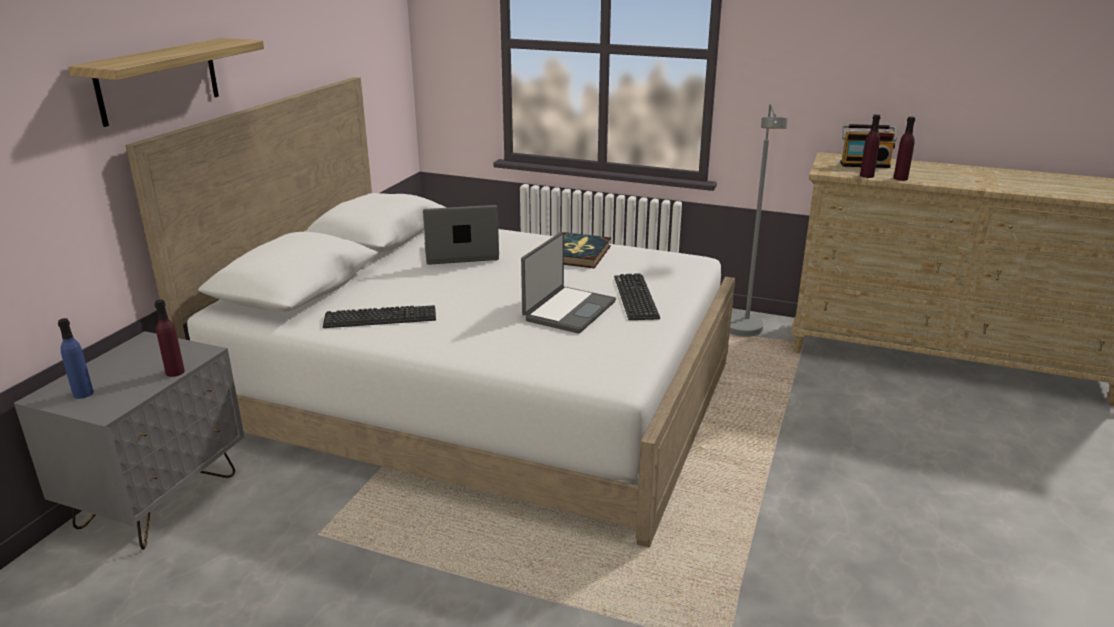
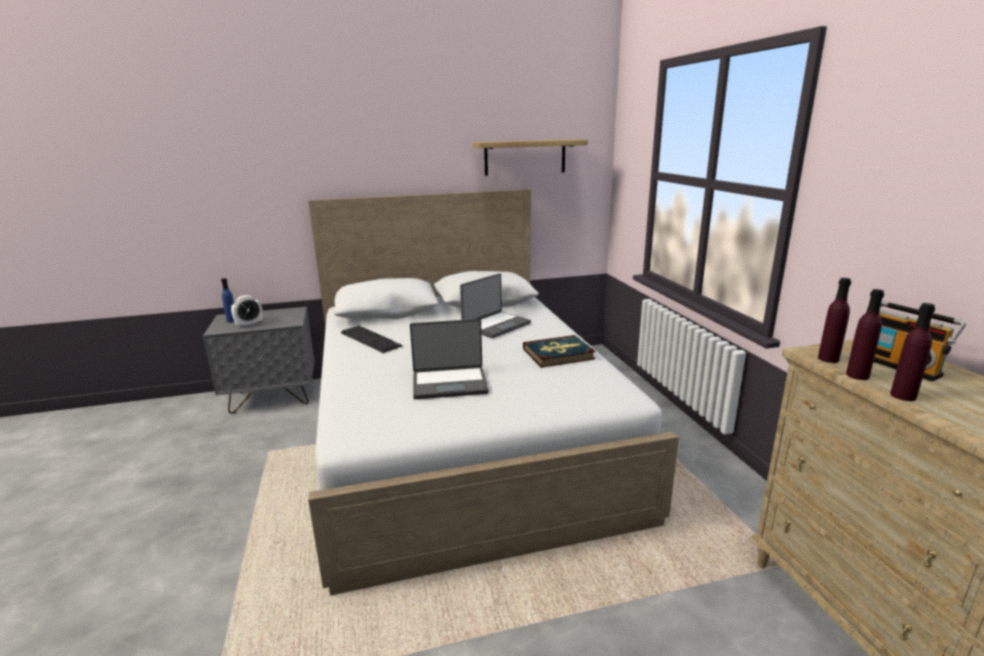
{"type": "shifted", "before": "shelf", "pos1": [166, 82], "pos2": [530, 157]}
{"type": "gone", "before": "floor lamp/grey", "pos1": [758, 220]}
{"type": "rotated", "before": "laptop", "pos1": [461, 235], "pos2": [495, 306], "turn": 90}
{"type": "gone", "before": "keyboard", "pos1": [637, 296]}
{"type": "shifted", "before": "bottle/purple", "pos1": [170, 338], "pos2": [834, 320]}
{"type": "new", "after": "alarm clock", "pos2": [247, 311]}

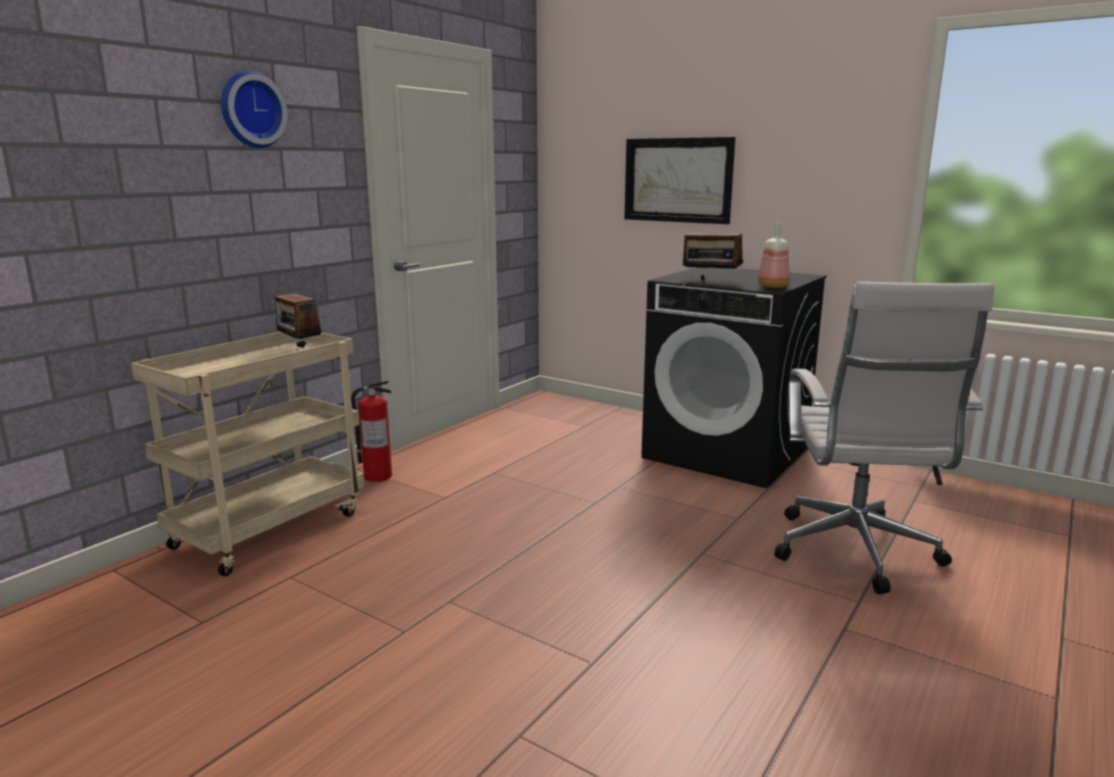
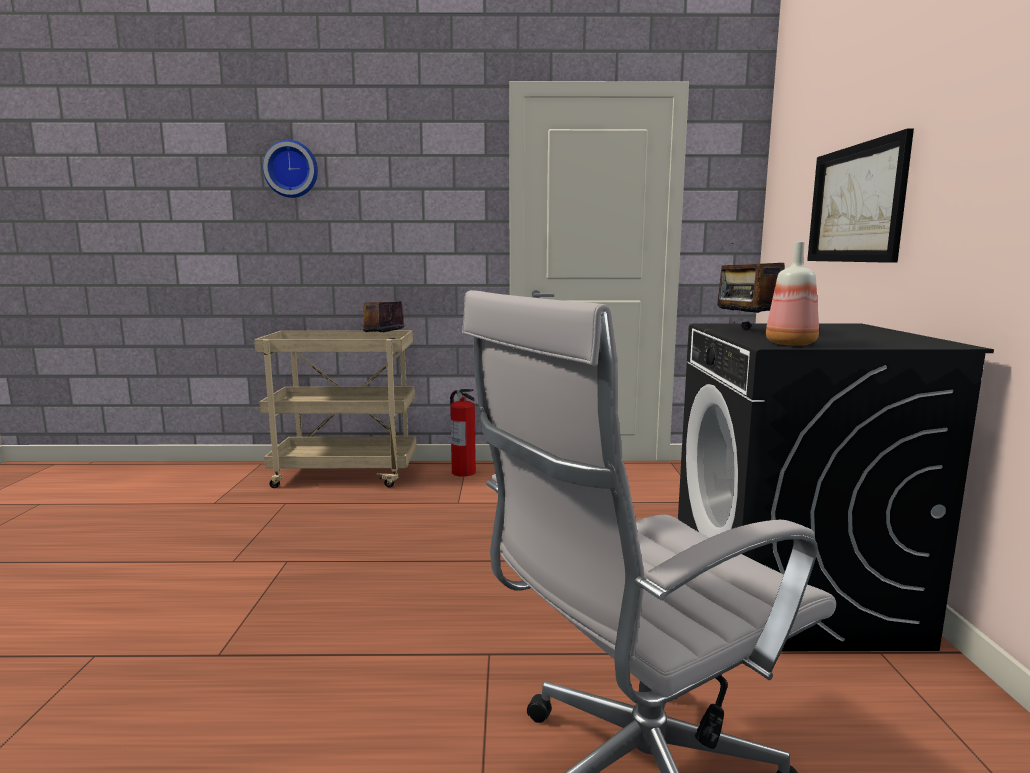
{"type": "shifted", "before": "wall clock", "pos1": [254, 109], "pos2": [290, 169]}

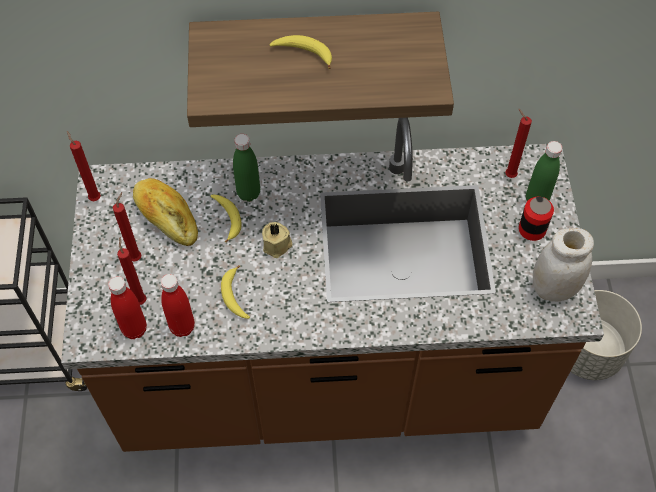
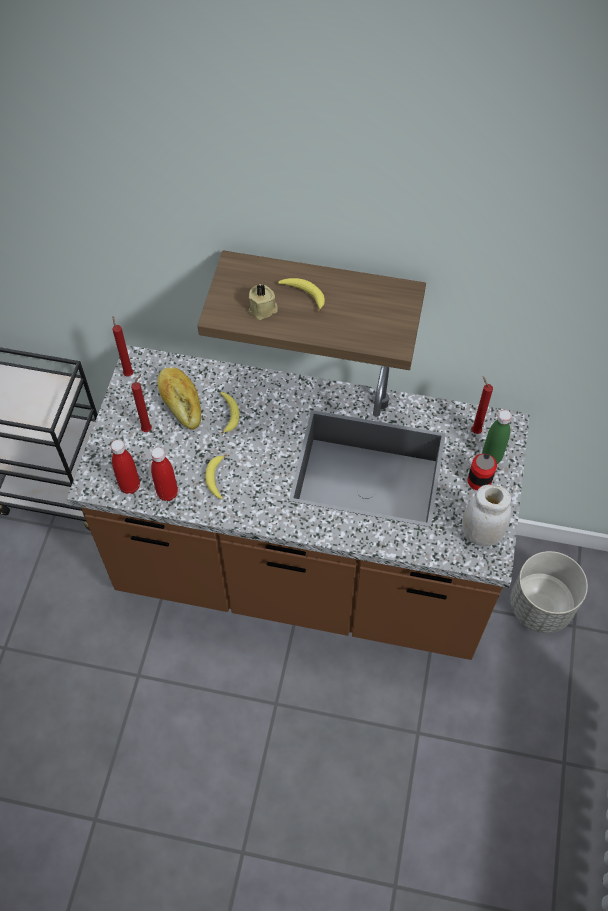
{"type": "gone", "before": "bottle/green", "pos1": [246, 168]}
{"type": "shifted", "before": "candle/beige", "pos1": [277, 240], "pos2": [263, 302]}
{"type": "gone", "before": "candle/red", "pos1": [132, 271]}

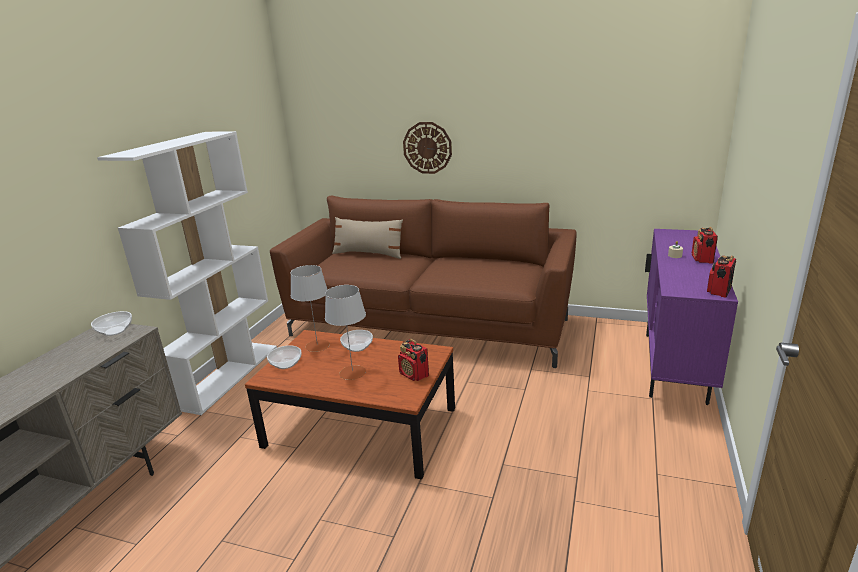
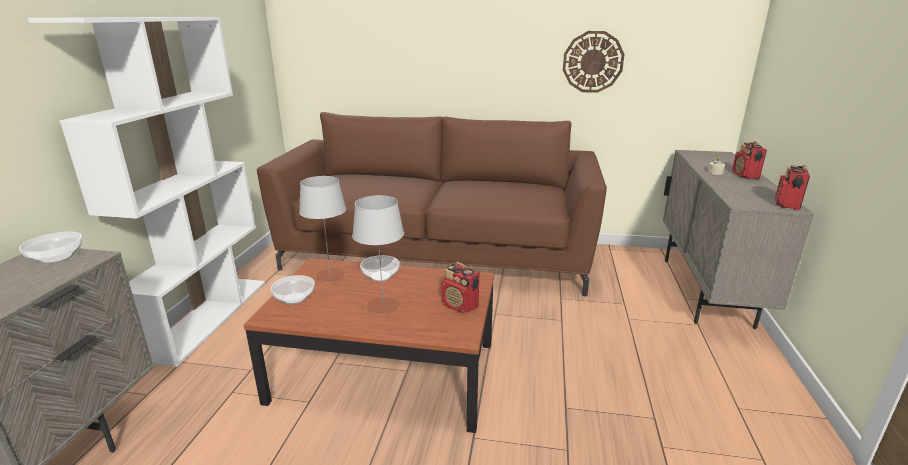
{"type": "shifted", "before": "wall clock", "pos1": [427, 148], "pos2": [594, 62]}
{"type": "gone", "before": "pillow/beige", "pos1": [367, 238]}
{"type": "repainted", "before": "cabinet/purple", "after": "cabinet/beige", "pos1": [691, 317], "pos2": [738, 239]}

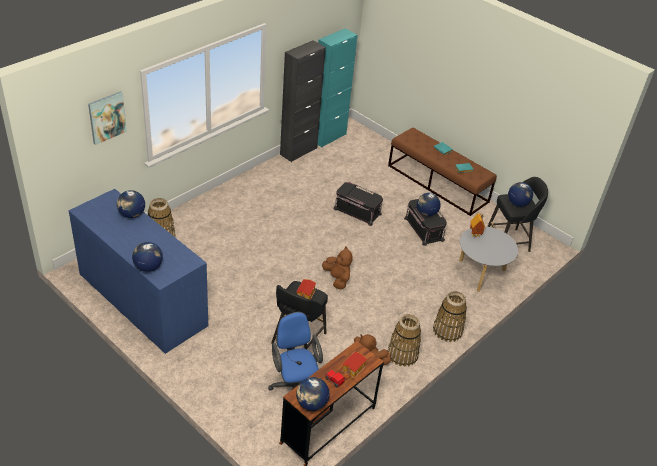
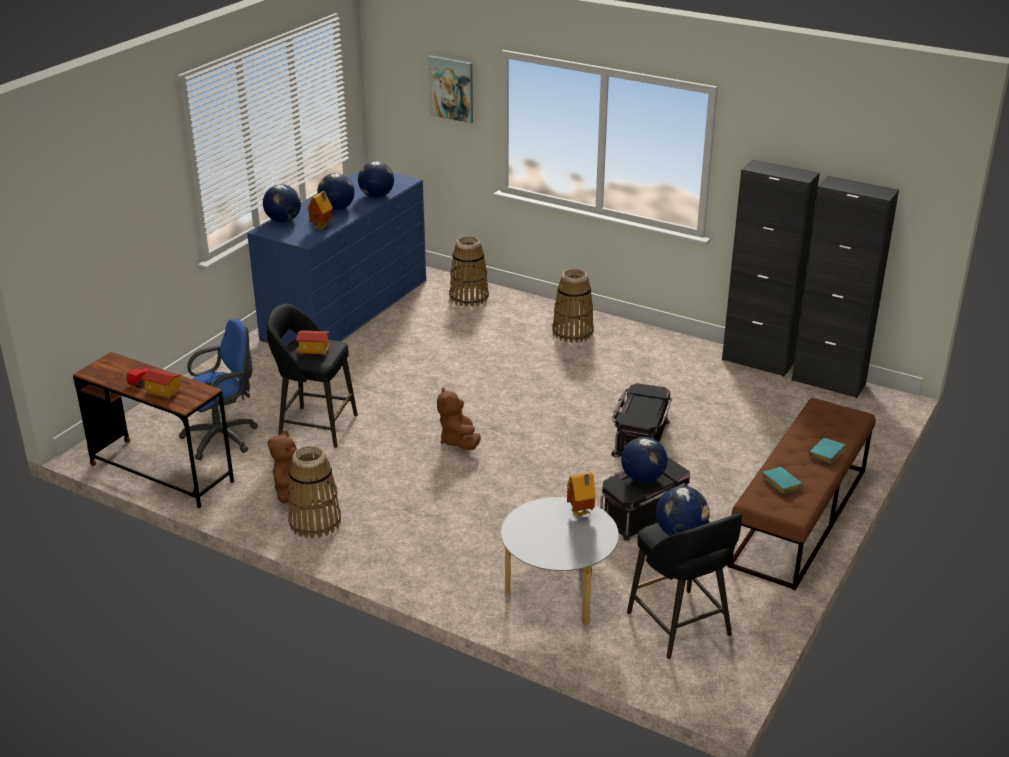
{"type": "repainted", "before": "cabinet/turquoise", "after": "cabinet/black", "pos1": [337, 88], "pos2": [845, 287]}
{"type": "rotated", "before": "plush toy/brown", "pos1": [337, 268], "pos2": [459, 418], "turn": 120}
{"type": "shifted", "before": "basket", "pos1": [450, 316], "pos2": [573, 306]}
{"type": "shifted", "before": "globe", "pos1": [313, 394], "pos2": [336, 192]}
{"type": "new", "after": "toy house", "pos2": [320, 210]}

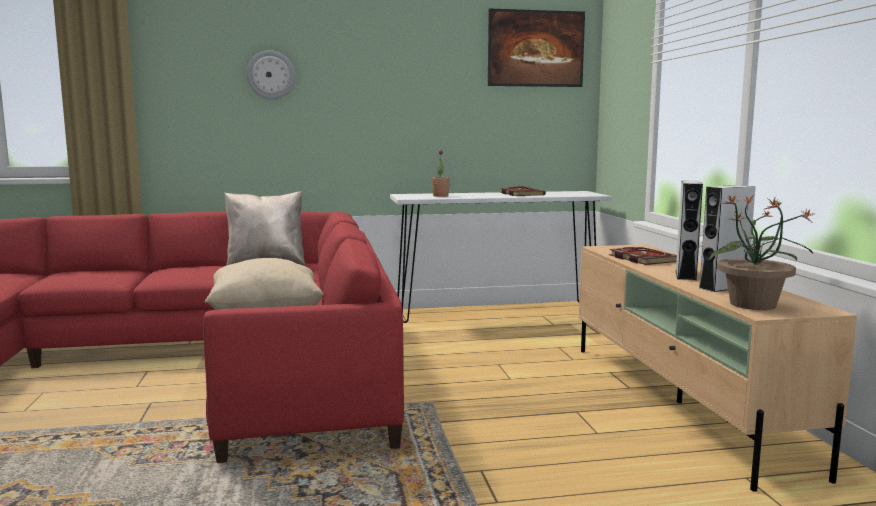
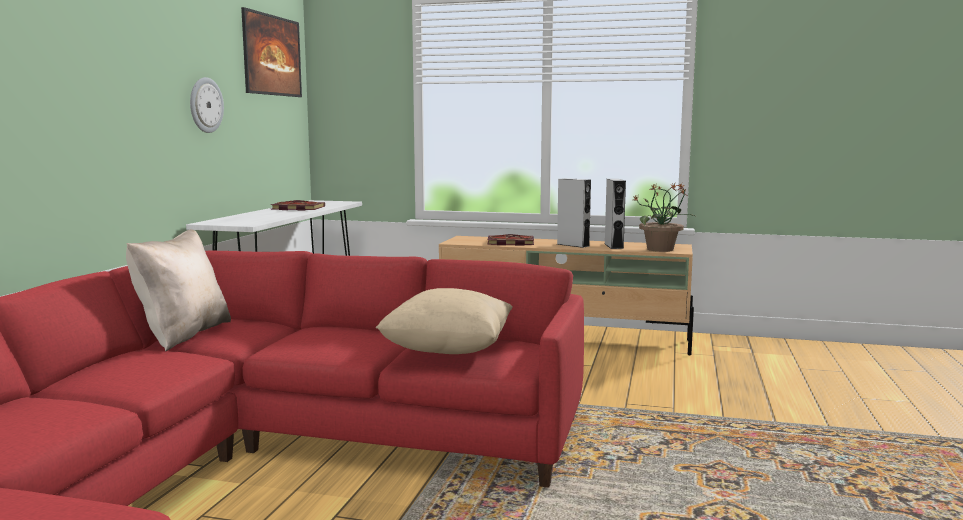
{"type": "shifted", "before": "wall clock", "pos1": [271, 75], "pos2": [207, 105]}
{"type": "gone", "before": "potted plant", "pos1": [441, 173]}

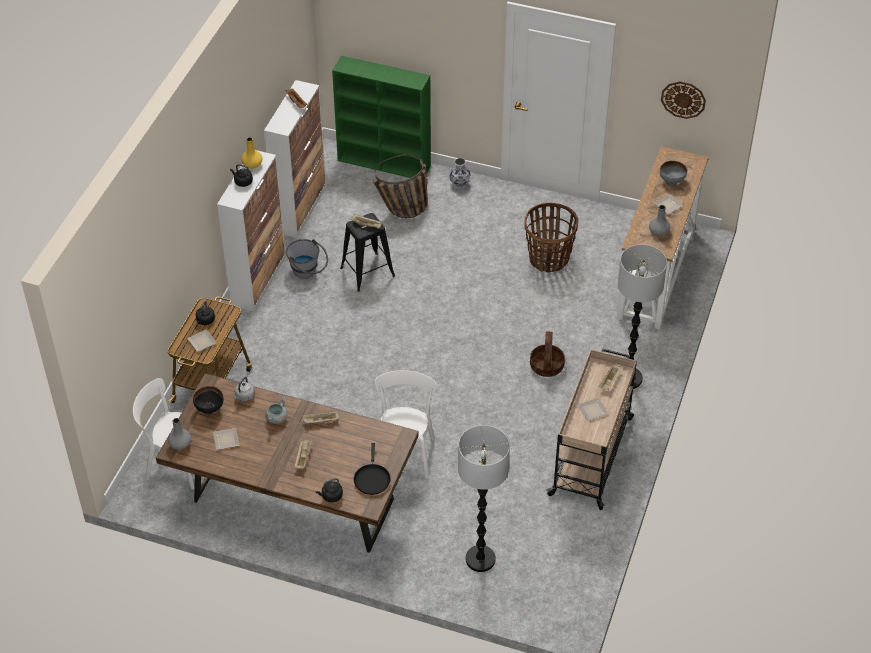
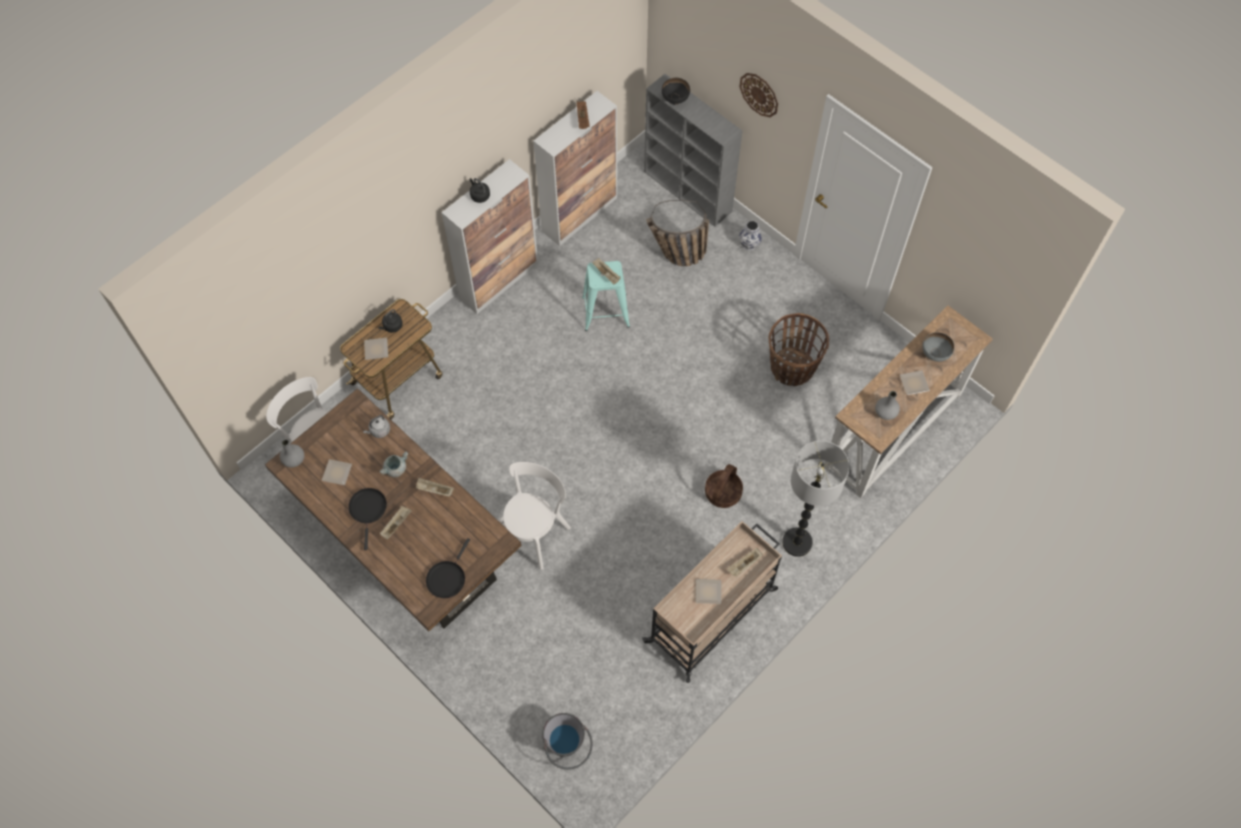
{"type": "repainted", "before": "bookcase/green", "after": "bookcase/grey", "pos1": [381, 117], "pos2": [693, 150]}
{"type": "shifted", "before": "wall clock", "pos1": [683, 100], "pos2": [758, 95]}
{"type": "gone", "before": "vase/yellow", "pos1": [251, 153]}
{"type": "repainted", "before": "stool/black", "after": "stool/turquoise", "pos1": [367, 252], "pos2": [606, 296]}
{"type": "shifted", "before": "bucket/grey", "pos1": [307, 258], "pos2": [567, 741]}
{"type": "shifted", "before": "bowl/black", "pos1": [208, 400], "pos2": [676, 91]}
{"type": "gone", "before": "floor lamp", "pos1": [484, 498]}
{"type": "gone", "before": "kettle/black", "pos1": [329, 490]}
{"type": "new", "after": "frying pan/black", "pos2": [367, 519]}

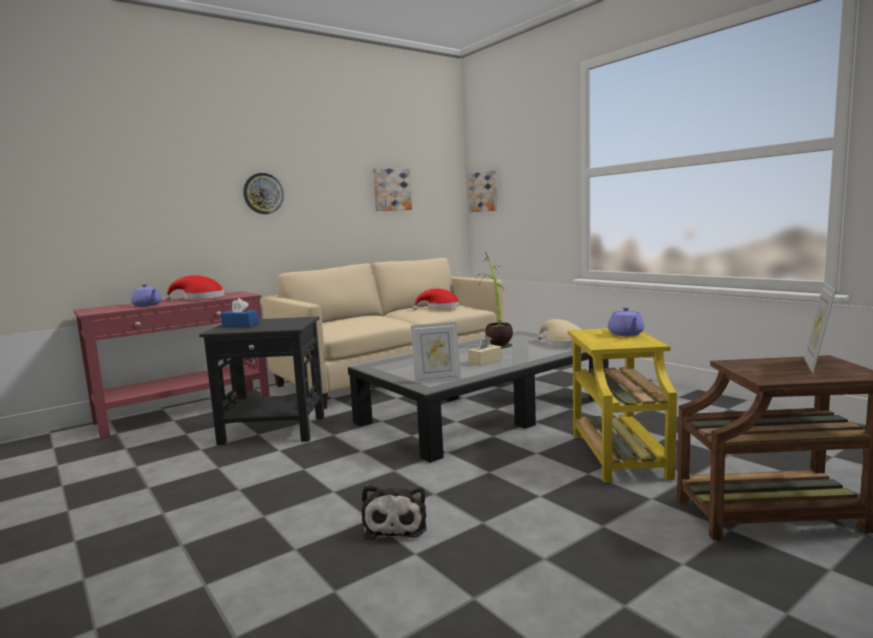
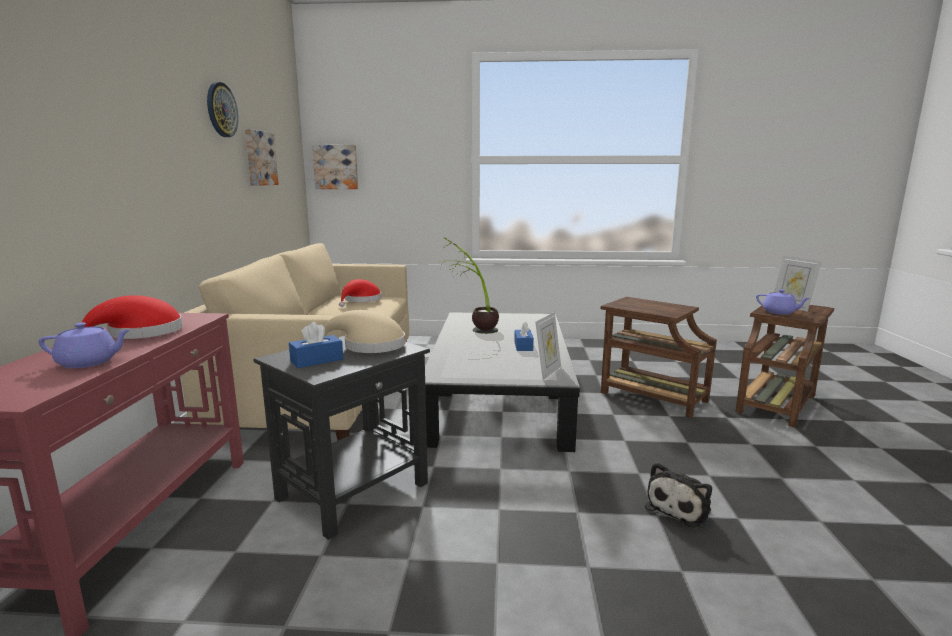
{"type": "shifted", "before": "wall clock", "pos1": [263, 193], "pos2": [222, 109]}
{"type": "shifted", "before": "teapot/purple", "pos1": [626, 321], "pos2": [783, 302]}
{"type": "shifted", "before": "hat/beige", "pos1": [559, 333], "pos2": [364, 331]}
{"type": "repainted", "before": "side table/yellow", "after": "side table/brown", "pos1": [622, 405], "pos2": [659, 357]}
{"type": "repainted", "before": "tissue box/beige", "after": "tissue box/blue", "pos1": [485, 350], "pos2": [524, 336]}
{"type": "rotated", "before": "plush toy", "pos1": [394, 512], "pos2": [678, 495], "turn": 90}

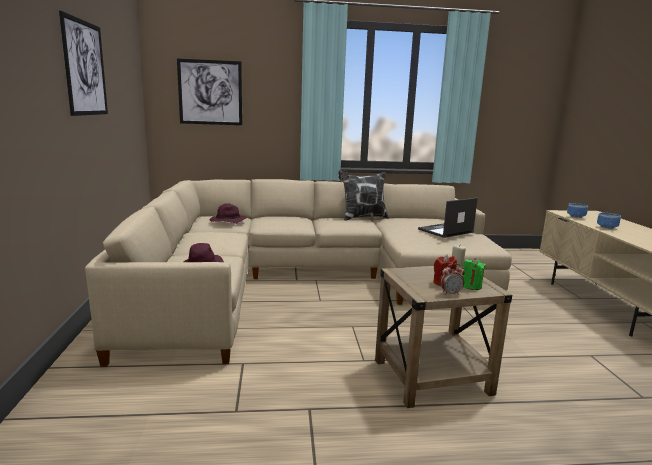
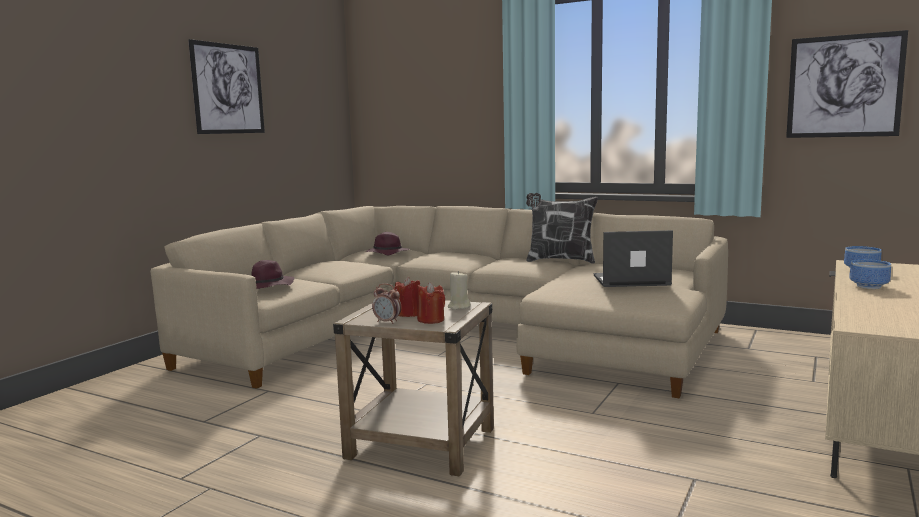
{"type": "shifted", "before": "picture", "pos1": [209, 91], "pos2": [847, 84]}
{"type": "repainted", "before": "candle/green", "after": "candle/red", "pos1": [474, 274], "pos2": [431, 303]}

